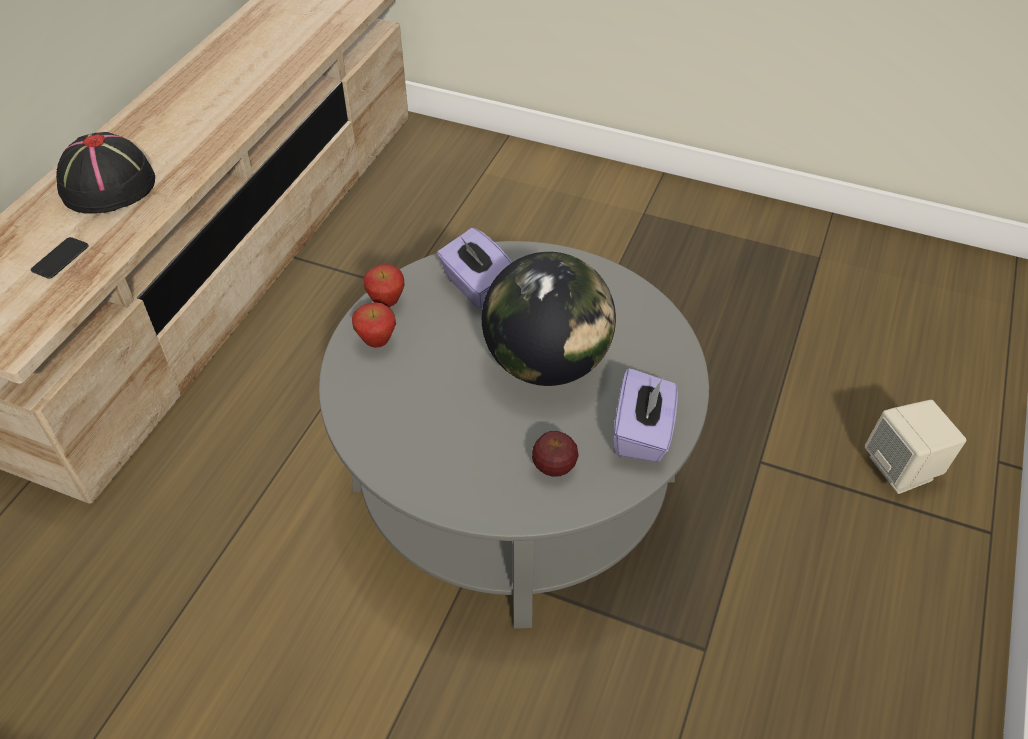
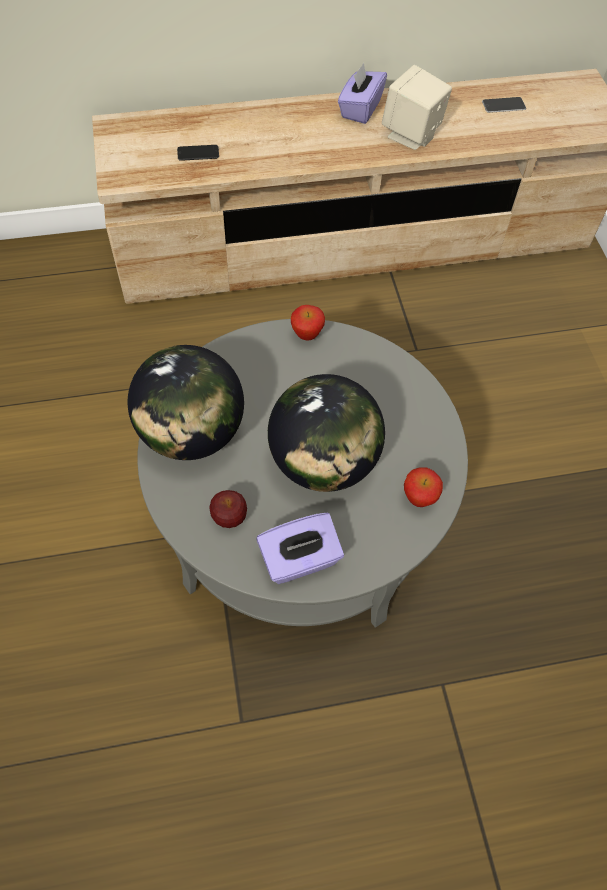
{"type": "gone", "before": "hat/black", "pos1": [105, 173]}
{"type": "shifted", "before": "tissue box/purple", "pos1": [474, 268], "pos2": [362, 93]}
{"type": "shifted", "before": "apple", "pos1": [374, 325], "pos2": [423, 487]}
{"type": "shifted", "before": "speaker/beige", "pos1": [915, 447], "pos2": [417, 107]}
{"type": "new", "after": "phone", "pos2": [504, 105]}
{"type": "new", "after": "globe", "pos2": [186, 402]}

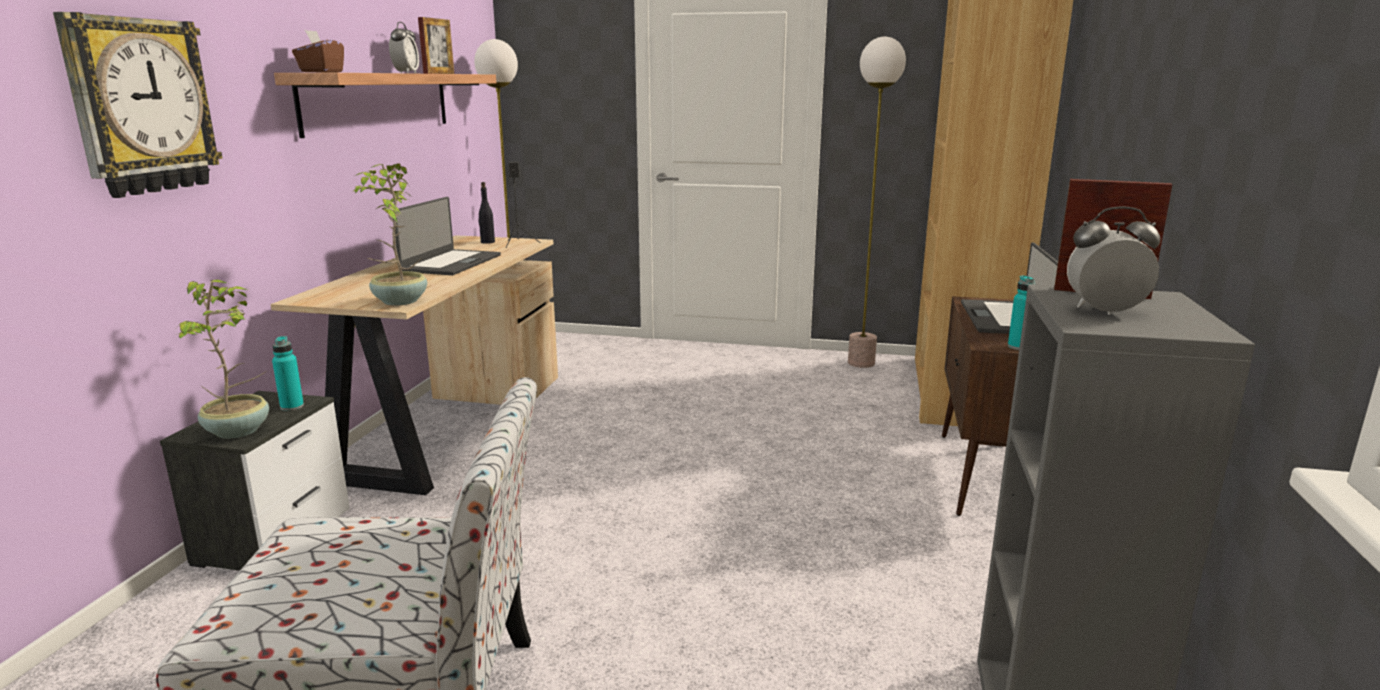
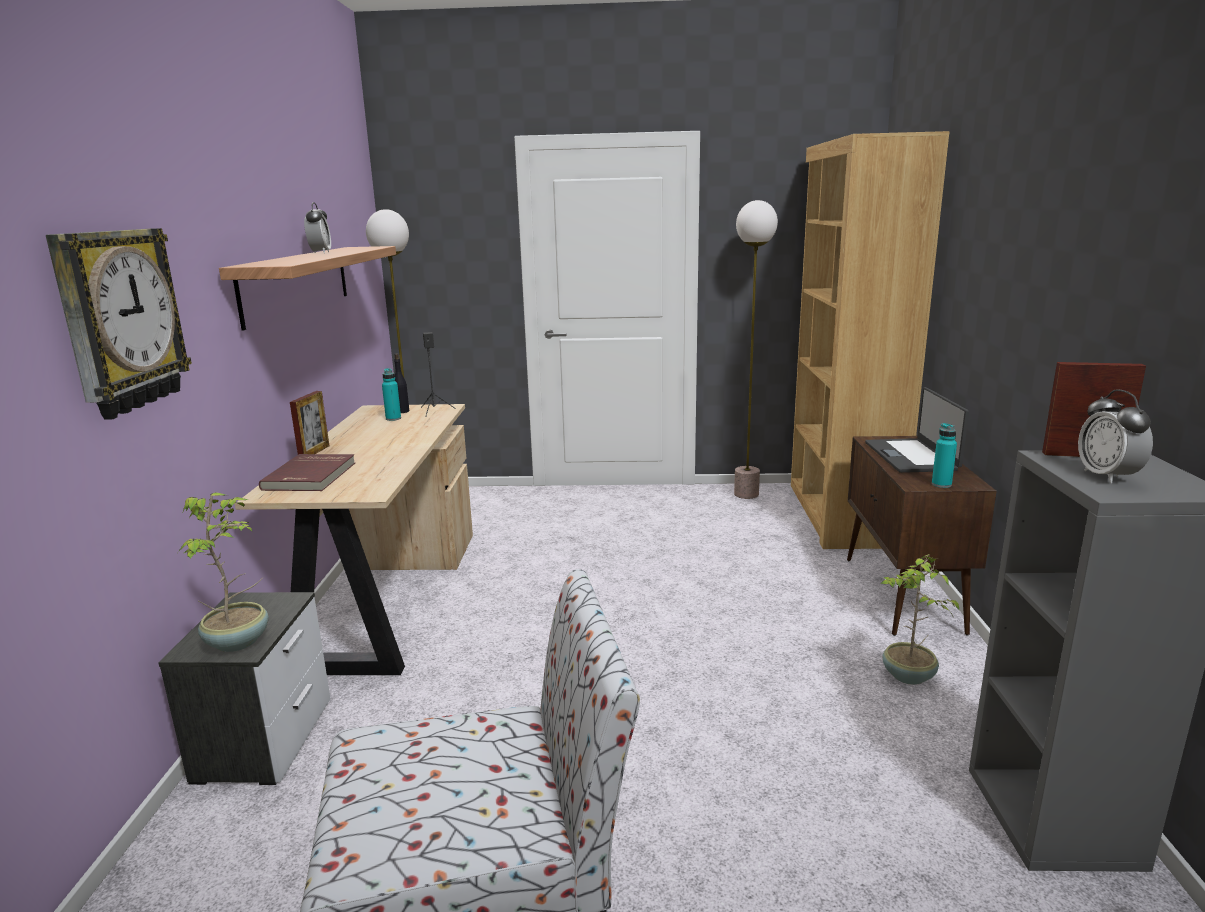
{"type": "shifted", "before": "picture frame", "pos1": [436, 45], "pos2": [309, 422]}
{"type": "gone", "before": "tissue box/brown", "pos1": [318, 51]}
{"type": "shifted", "before": "potted plant", "pos1": [389, 234], "pos2": [920, 619]}
{"type": "gone", "before": "laptop", "pos1": [447, 236]}
{"type": "rotated", "before": "alarm clock", "pos1": [1113, 260], "pos2": [1115, 436], "turn": -90}
{"type": "shifted", "before": "bottle/turquoise", "pos1": [288, 373], "pos2": [391, 394]}
{"type": "new", "after": "book/red", "pos2": [307, 472]}

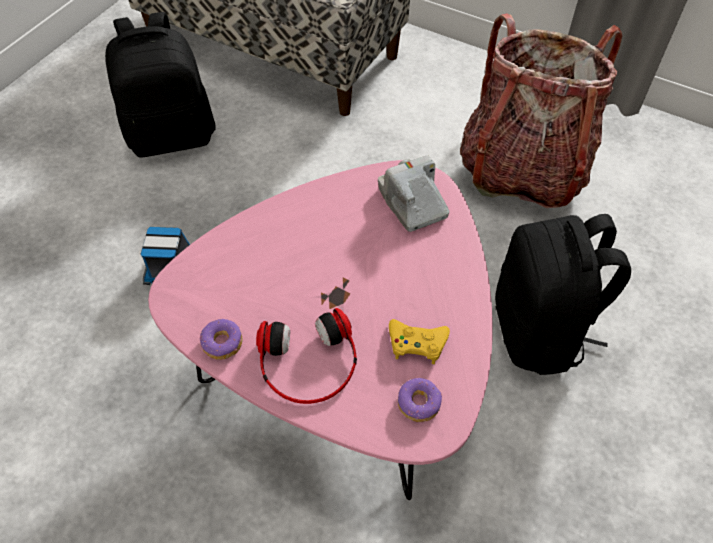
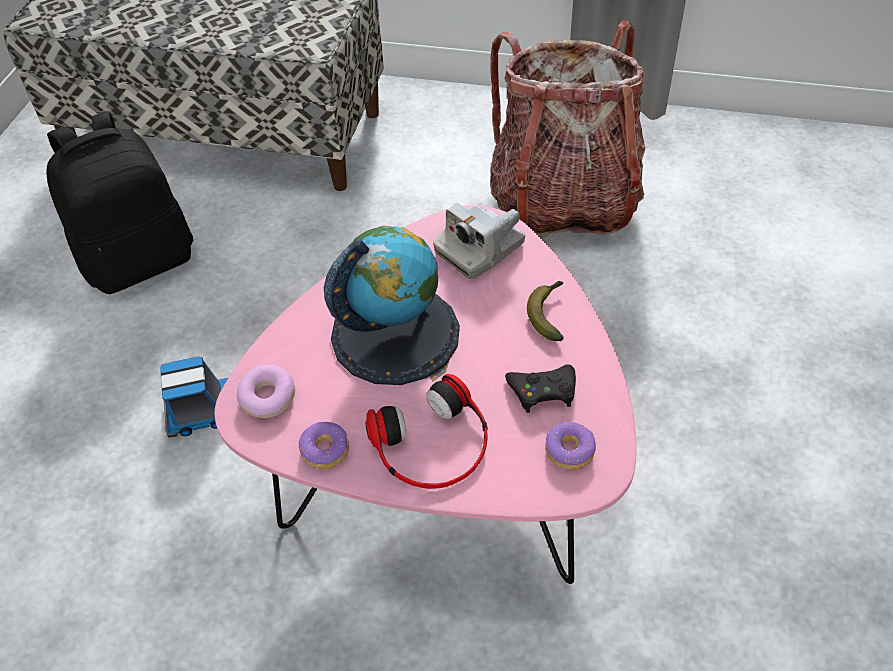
{"type": "rotated", "before": "photo camera", "pos1": [413, 193], "pos2": [479, 241], "turn": -90}
{"type": "gone", "before": "backpack/black", "pos1": [563, 294]}
{"type": "repainted", "before": "game controller/yellow", "after": "game controller/black", "pos1": [419, 341], "pos2": [540, 388]}
{"type": "new", "after": "globe", "pos2": [392, 305]}
{"type": "new", "after": "banana", "pos2": [545, 311]}
{"type": "new", "after": "donut", "pos2": [266, 391]}

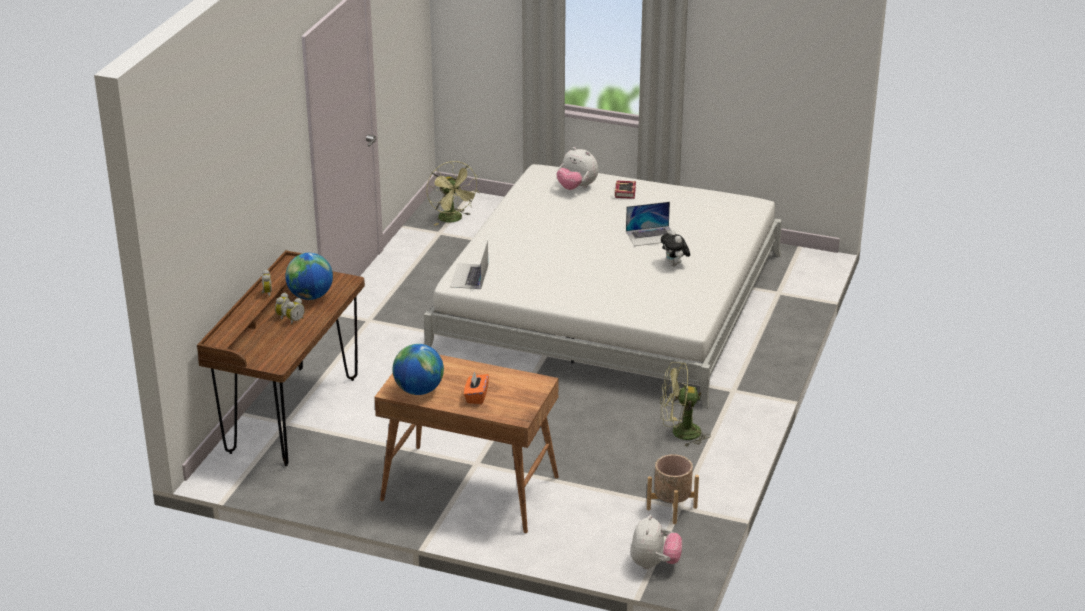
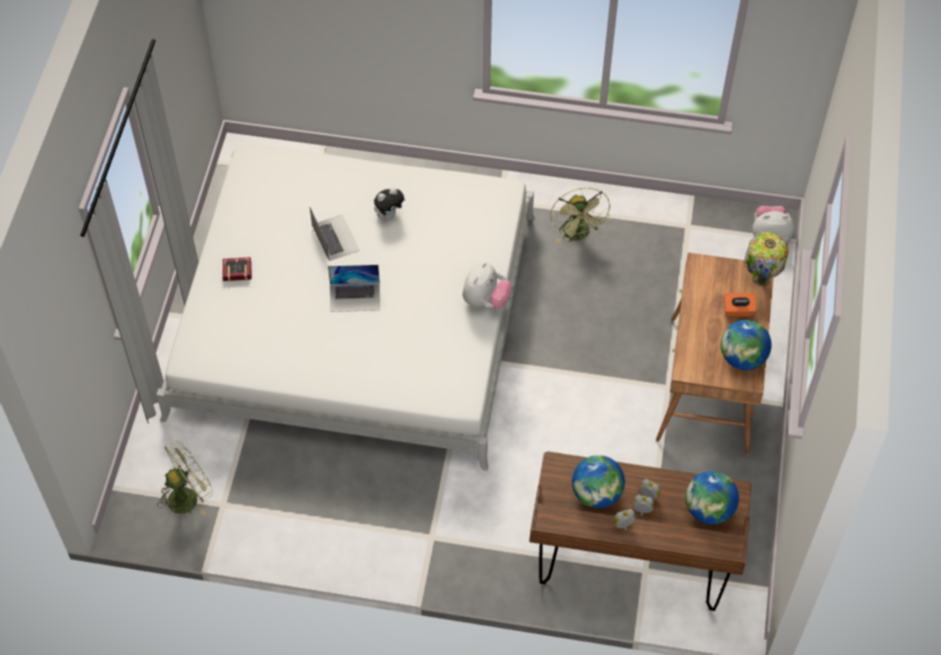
{"type": "shifted", "before": "plush toy", "pos1": [577, 168], "pos2": [487, 285]}
{"type": "shifted", "before": "laptop", "pos1": [469, 264], "pos2": [354, 288]}
{"type": "gone", "before": "planter/beige", "pos1": [673, 489]}
{"type": "new", "after": "table lamp", "pos2": [766, 259]}
{"type": "new", "after": "globe", "pos2": [712, 498]}

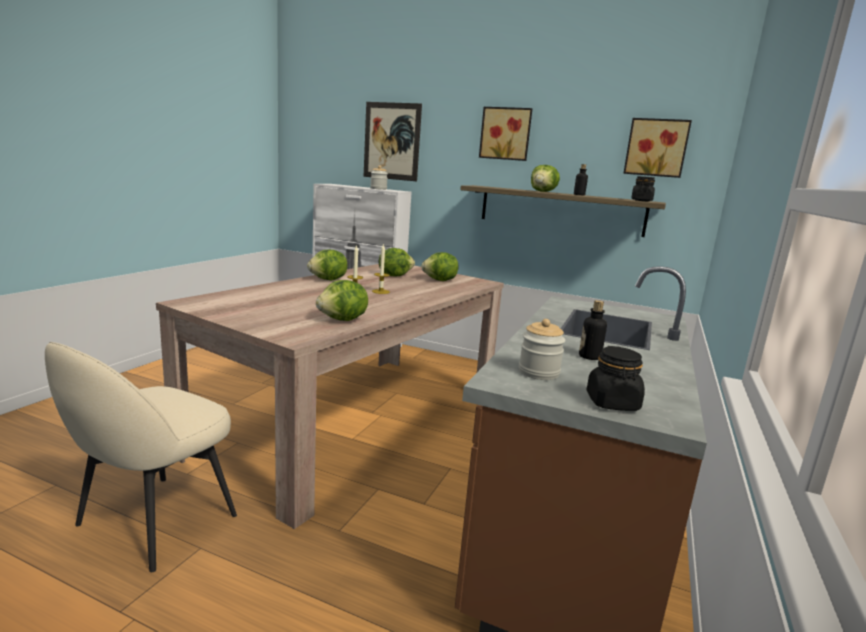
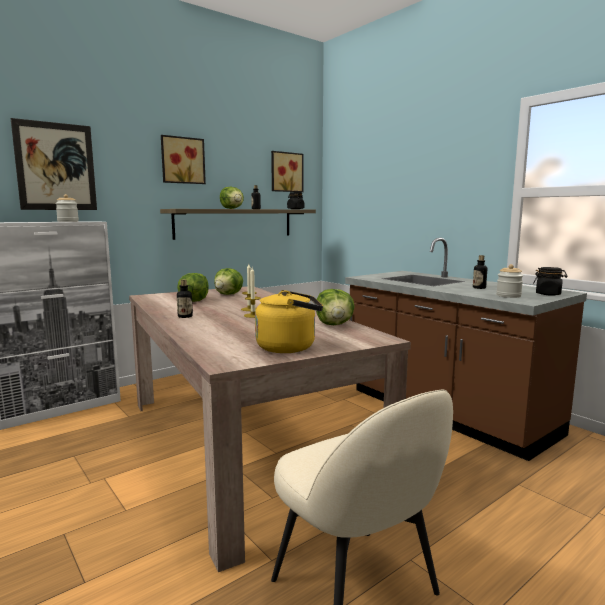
{"type": "swapped", "before": "lettuce", "after": "bottle", "pos1": [327, 265], "pos2": [185, 299]}
{"type": "new", "after": "kettle/yellow", "pos2": [289, 321]}

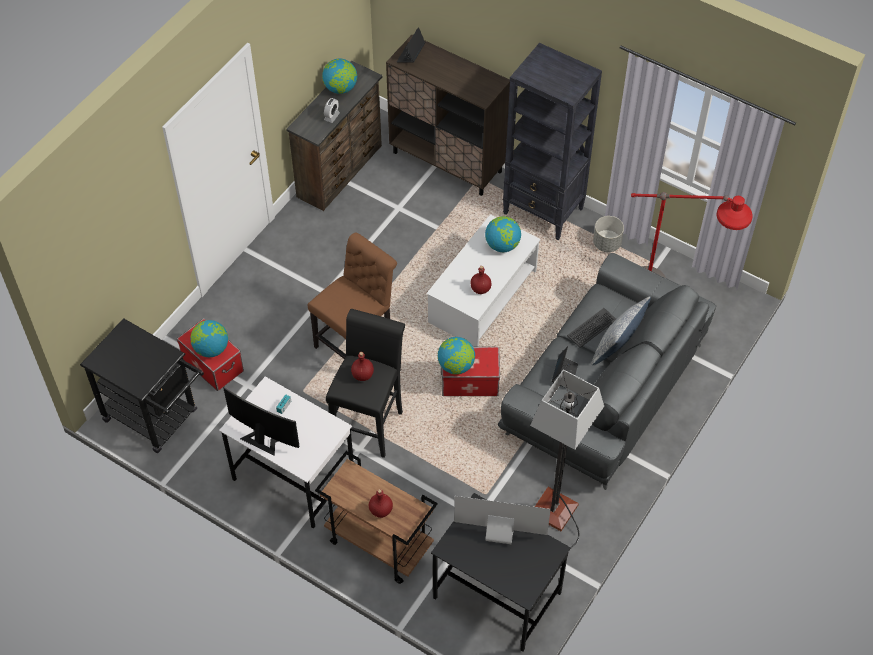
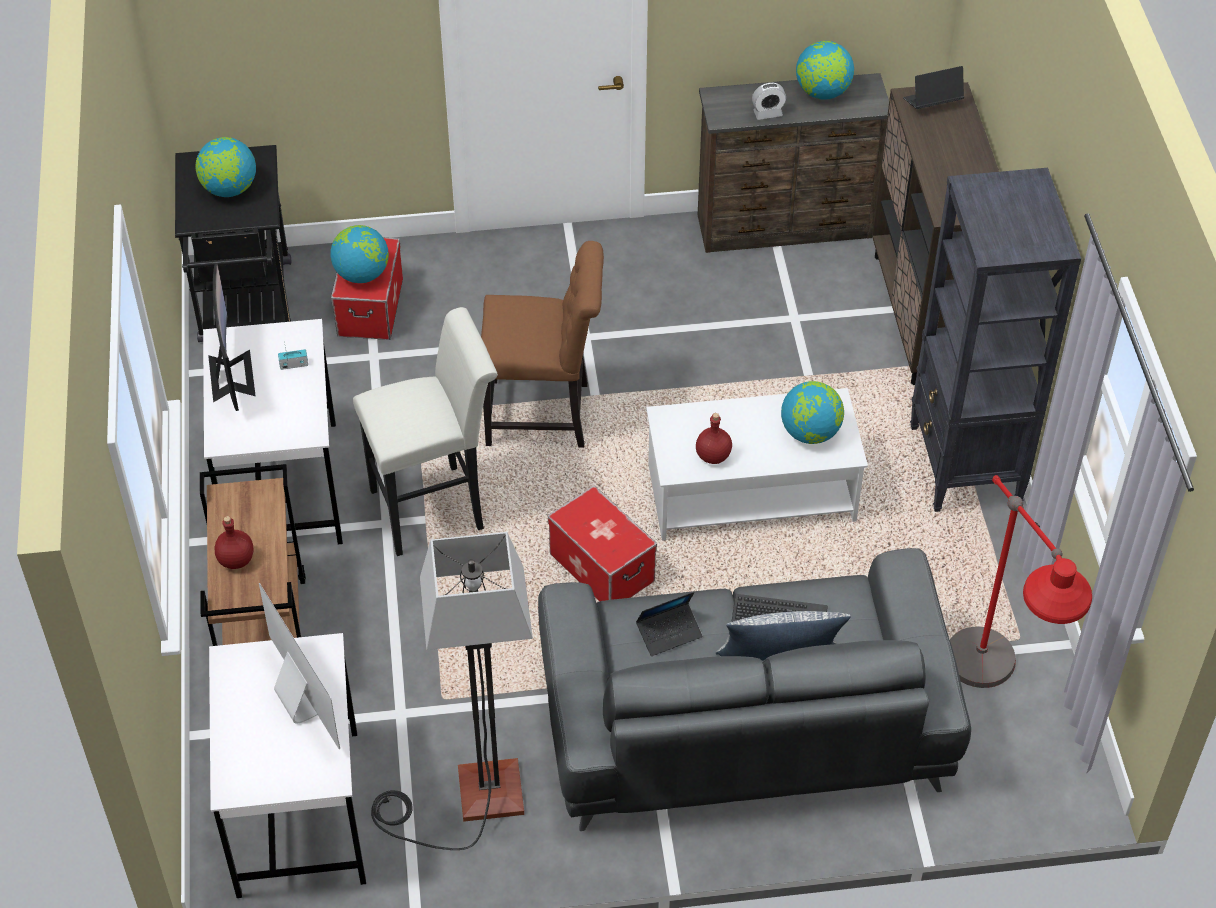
{"type": "gone", "before": "planter/grey", "pos1": [608, 234]}
{"type": "repainted", "before": "stool/black", "after": "stool/white", "pos1": [365, 383], "pos2": [425, 431]}
{"type": "shifted", "before": "globe", "pos1": [456, 355], "pos2": [225, 167]}
{"type": "gone", "before": "bottle/red", "pos1": [362, 366]}
{"type": "repainted", "before": "desk/black", "after": "desk/white", "pos1": [501, 572], "pos2": [287, 765]}

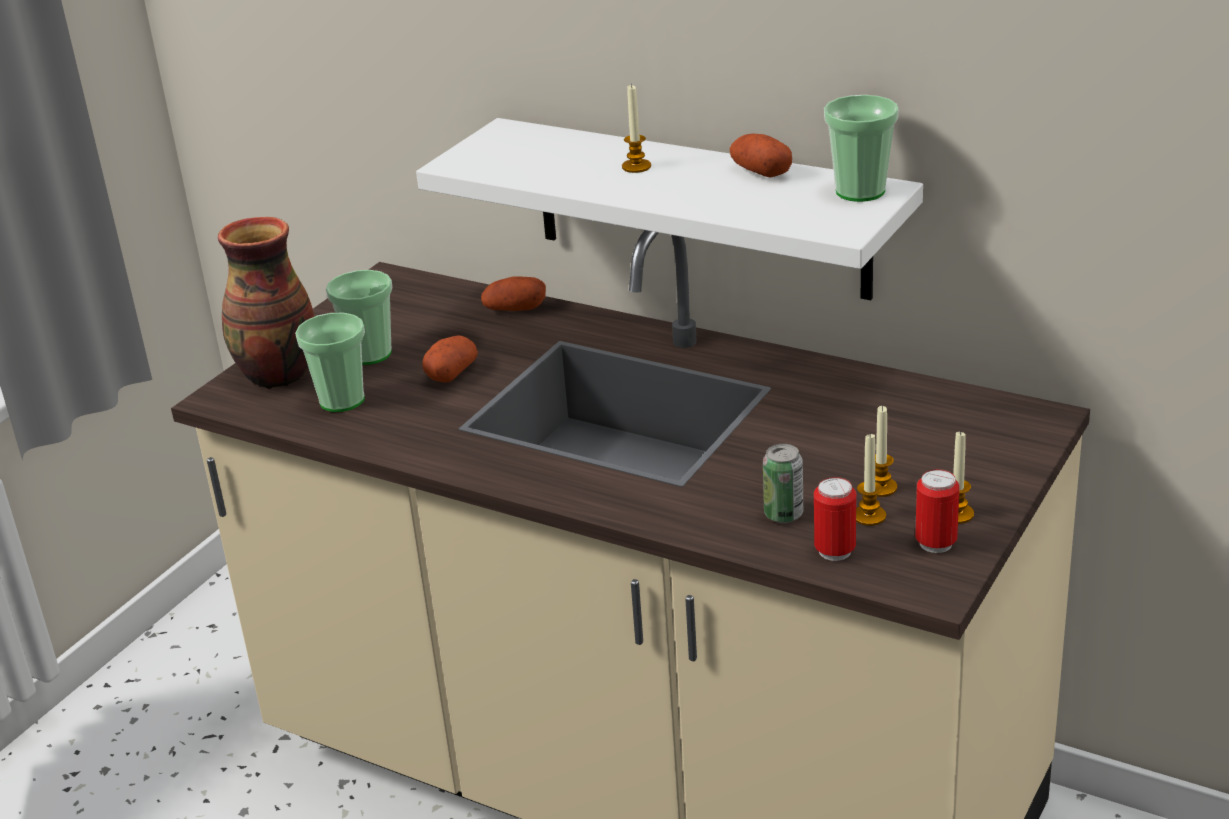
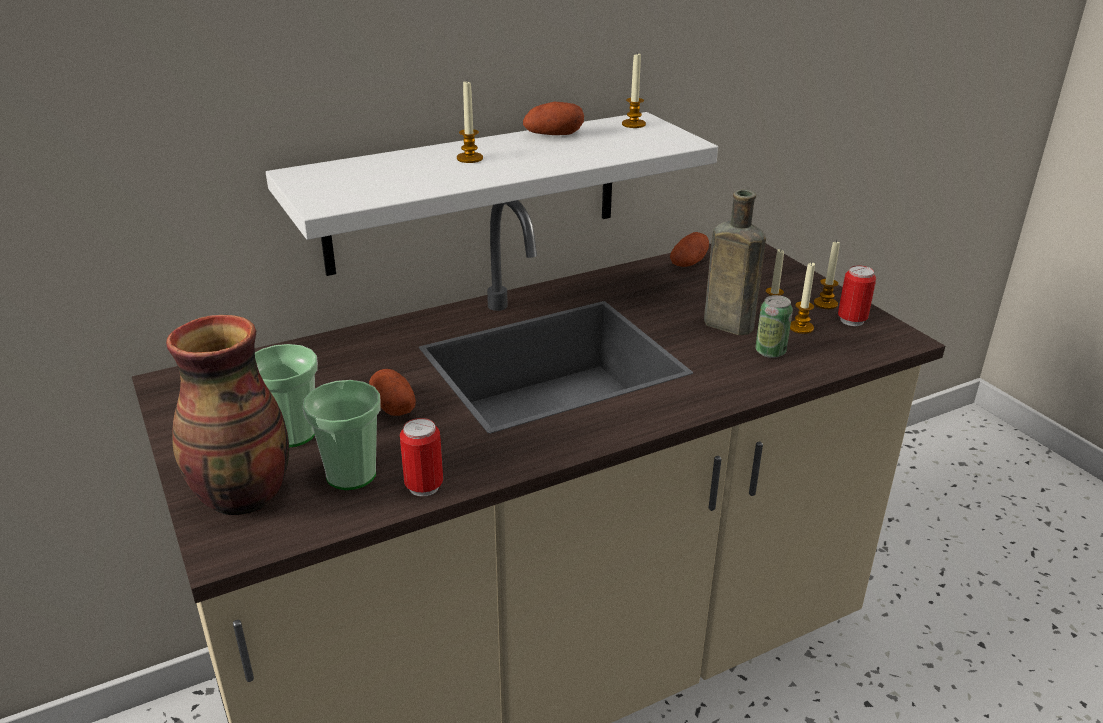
{"type": "swapped", "before": "cup", "after": "candle", "pos1": [861, 148], "pos2": [634, 90]}
{"type": "shifted", "before": "potato", "pos1": [513, 294], "pos2": [689, 249]}
{"type": "shifted", "before": "can", "pos1": [835, 519], "pos2": [421, 457]}
{"type": "new", "after": "bottle/brown", "pos2": [735, 262]}

